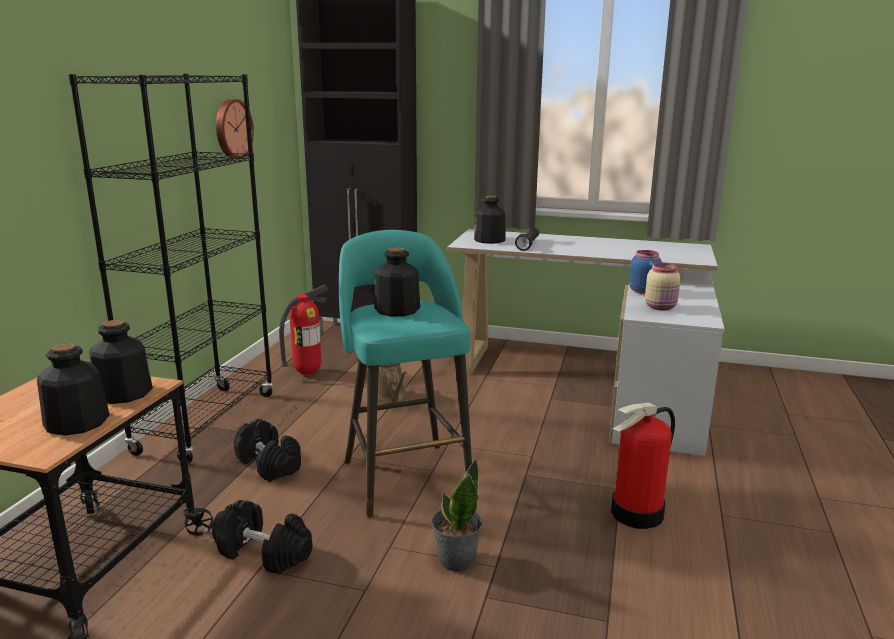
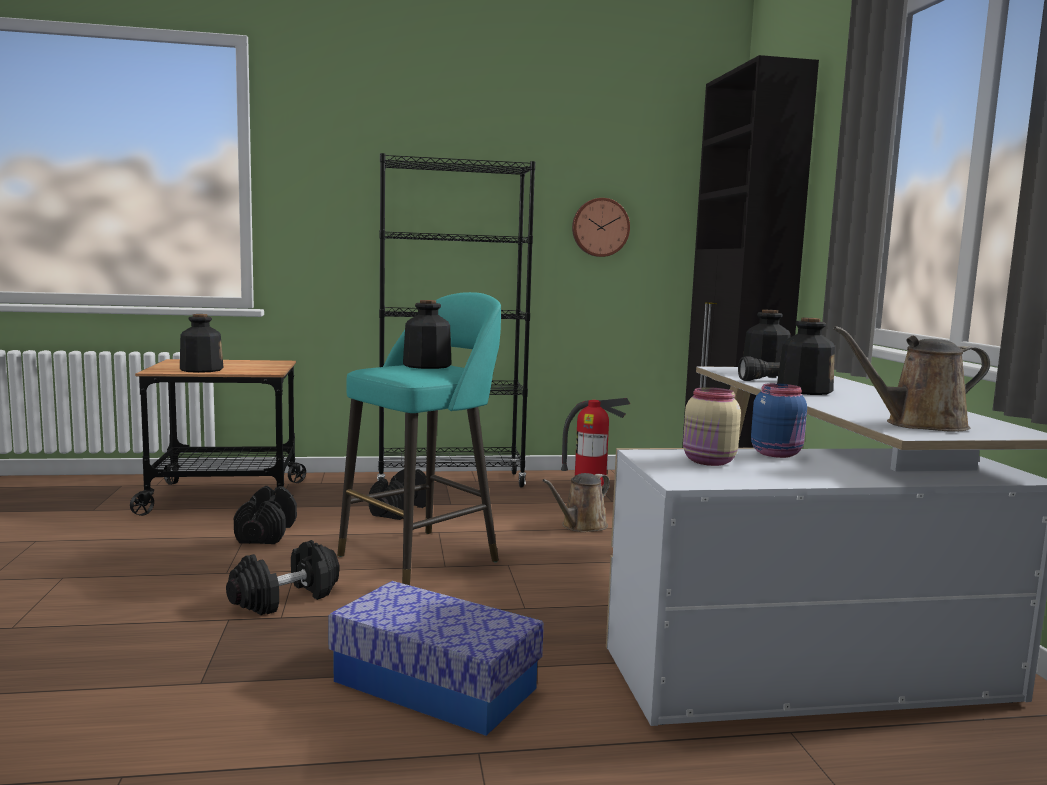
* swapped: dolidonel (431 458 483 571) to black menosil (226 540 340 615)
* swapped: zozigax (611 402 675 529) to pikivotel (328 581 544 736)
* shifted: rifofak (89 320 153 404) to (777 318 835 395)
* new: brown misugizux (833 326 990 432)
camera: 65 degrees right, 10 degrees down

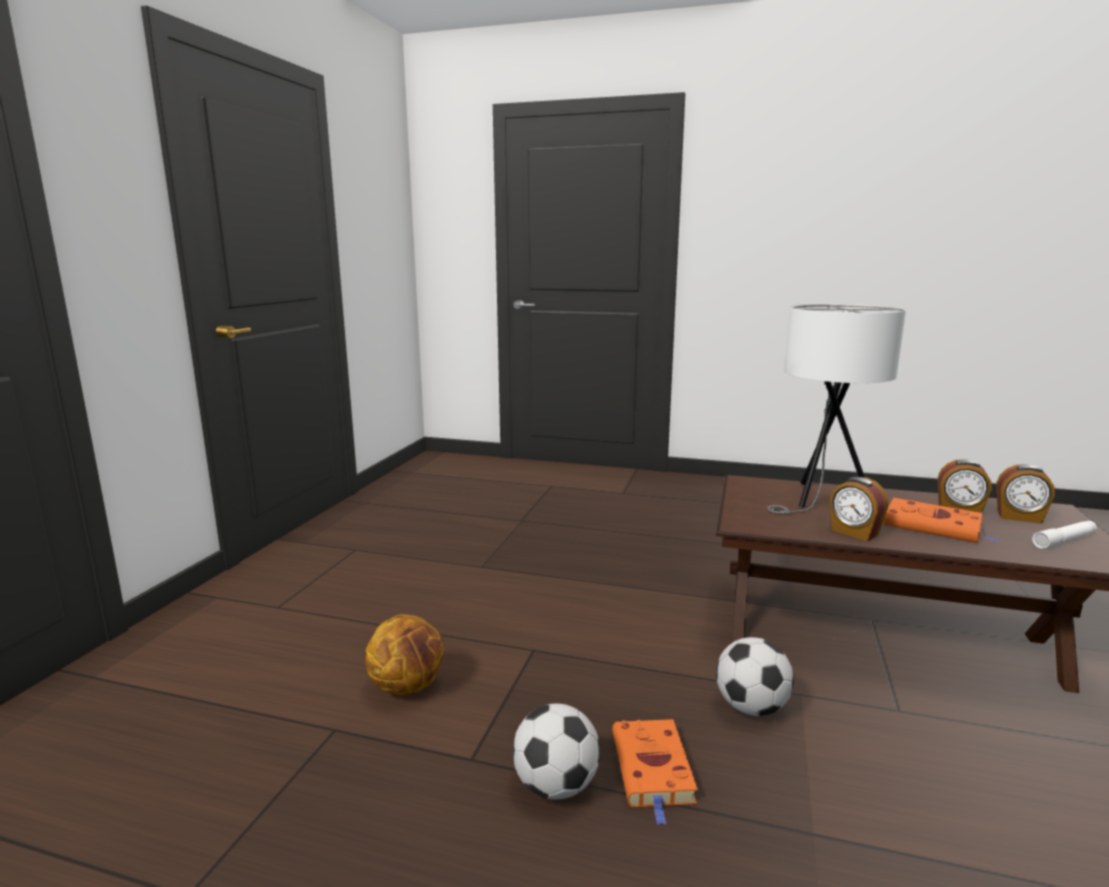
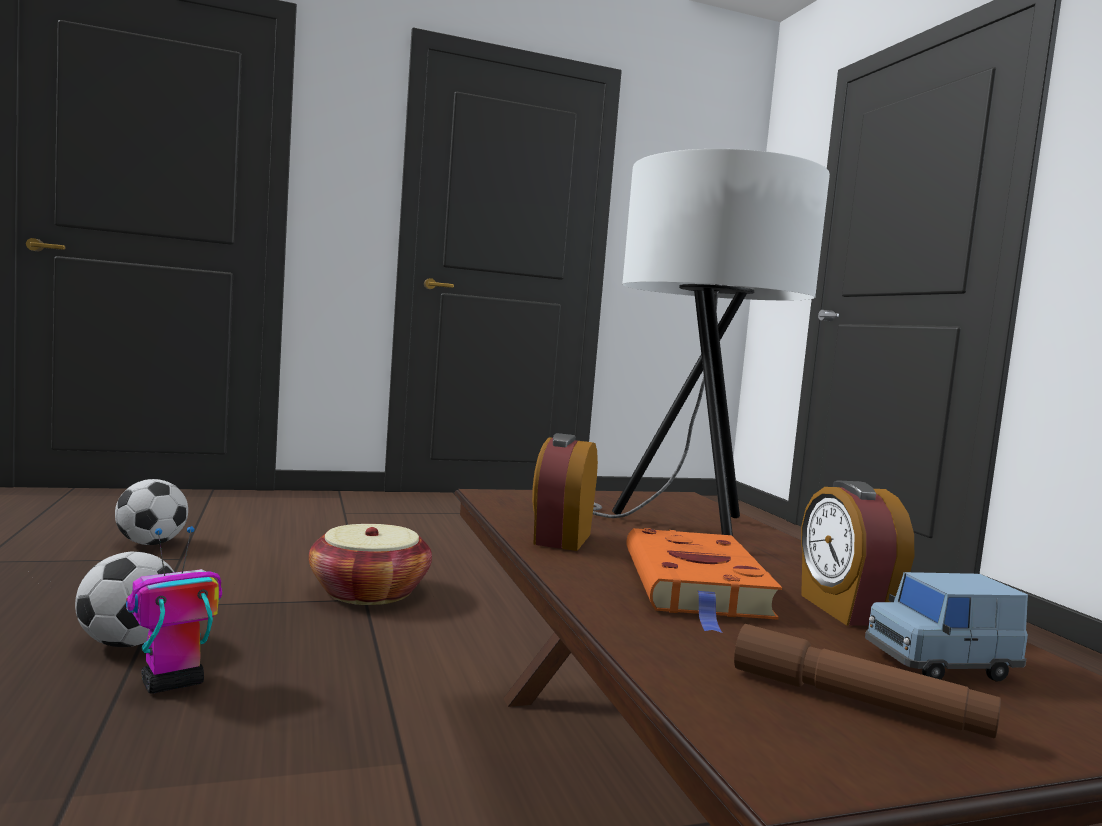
* shifted: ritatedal (716 637 794 716) to (115 479 188 545)
* swapped: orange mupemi (612 719 698 825) to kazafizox (126 526 222 694)
* new: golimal (309 524 432 605)
* repainted: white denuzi (1032 521 1097 549) to brown denuzi (734 624 1001 738)
* swapped: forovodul (997 464 1055 524) to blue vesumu (865 572 1028 681)
* gone: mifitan (364 614 444 695)
camera: 55 degrees right, 10 degrees down

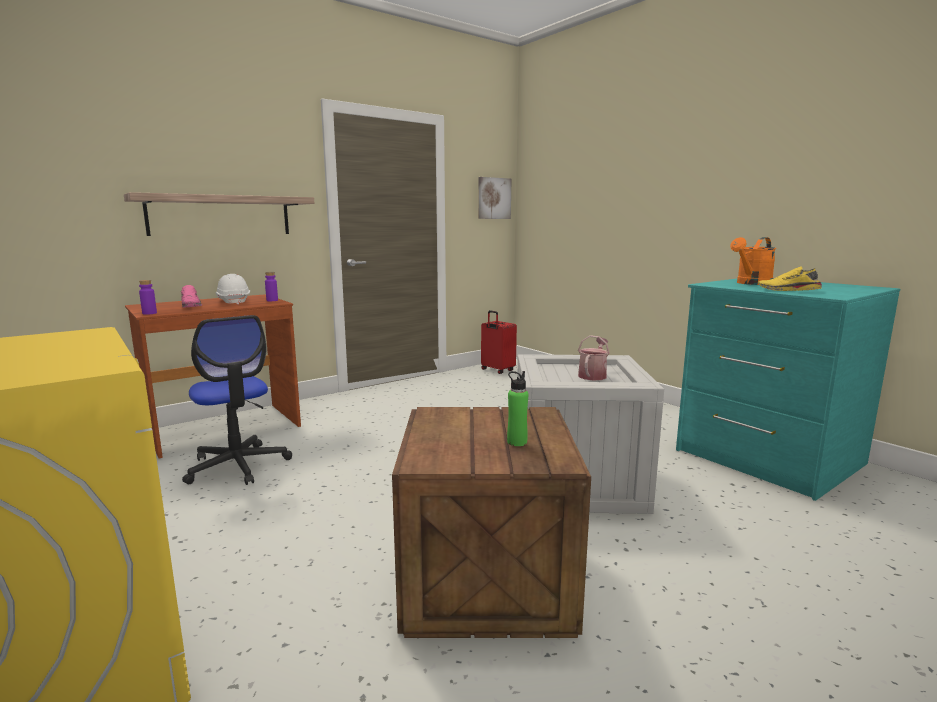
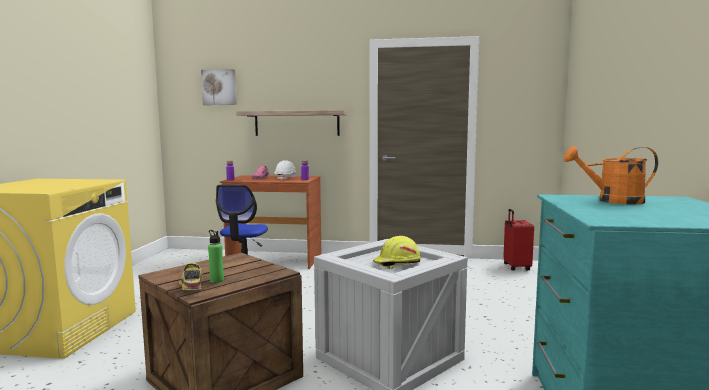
* shifted: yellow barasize (758 266 822 291) to (179 263 203 290)
* shifted: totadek (478 177 511 219) to (201 69 237 105)
* swapped: misugizux (578 335 610 381) to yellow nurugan (373 236 421 269)
camera: 45 degrees right, 5 degrees down

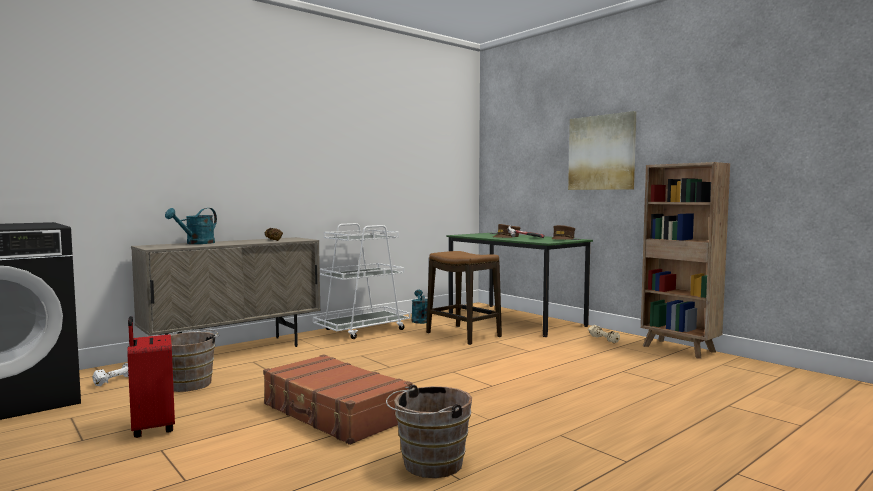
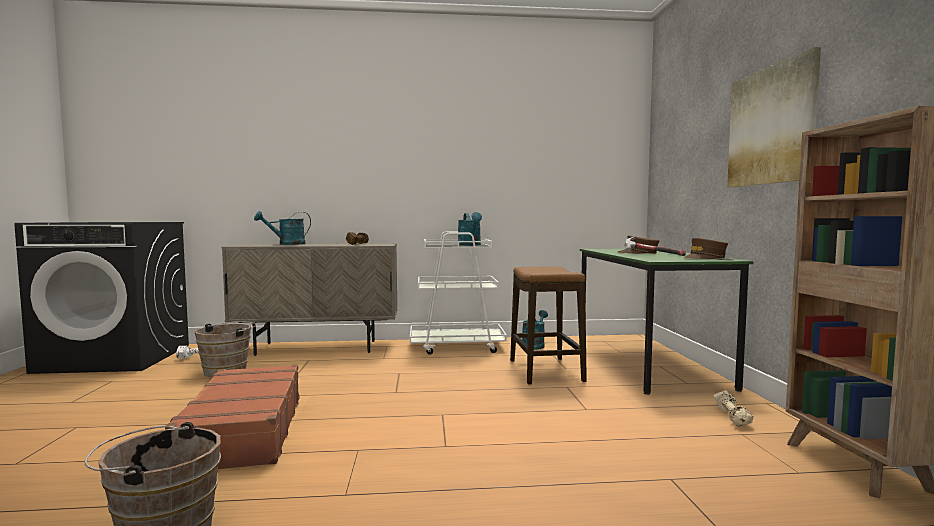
* new: turquoise misugizux (458 212 482 246)
* gone: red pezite (127 316 175 438)
camera: 35 degrees right, 0 degrees up

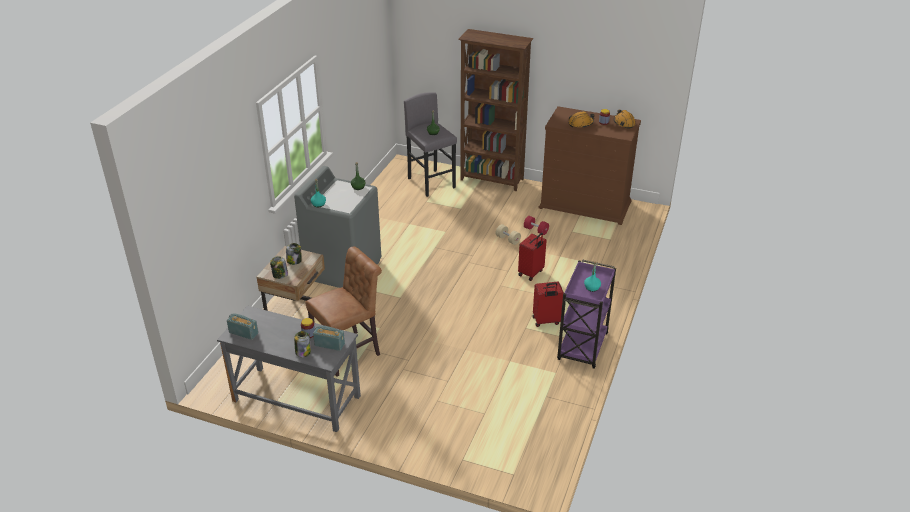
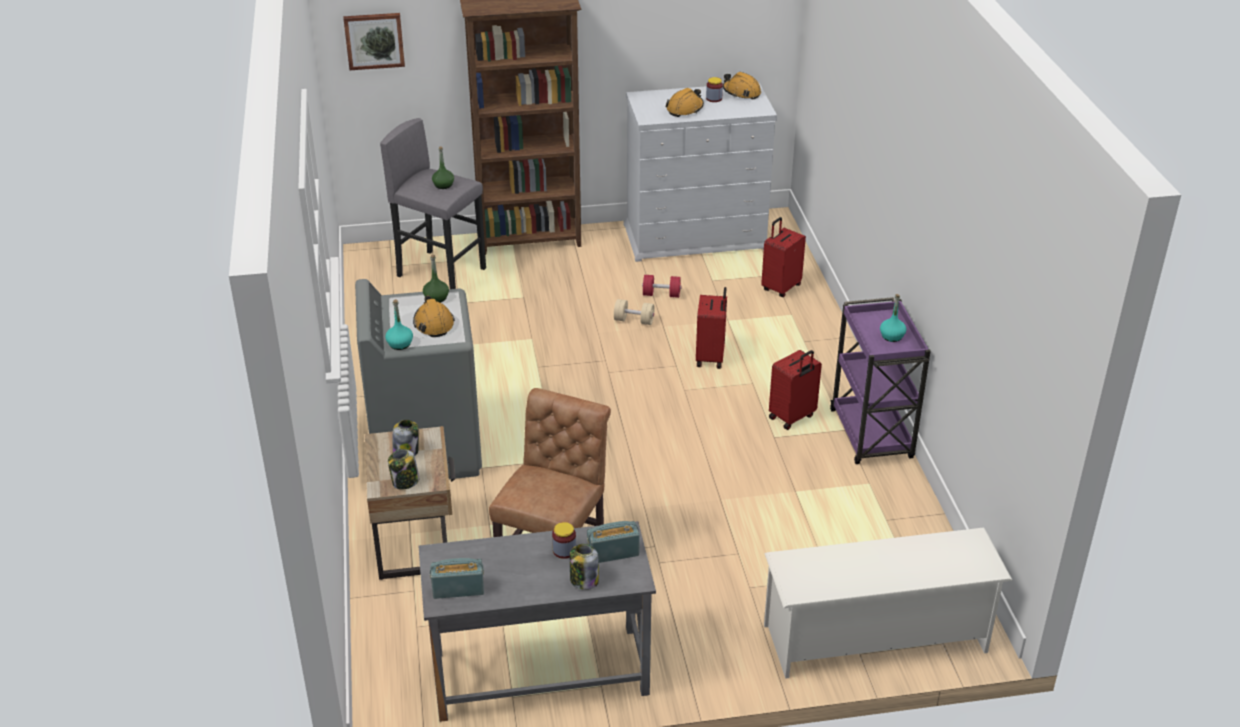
* new: totadek (343 13 405 70)
* new: orange nurugan (413 296 455 337)
* repainted: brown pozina (538 106 641 225) to white pozina (623 83 777 262)
* new: red pezite (761 217 806 297)
* new: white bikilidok (764 528 1013 679)
camera: 30 degrees left, 0 degrees up

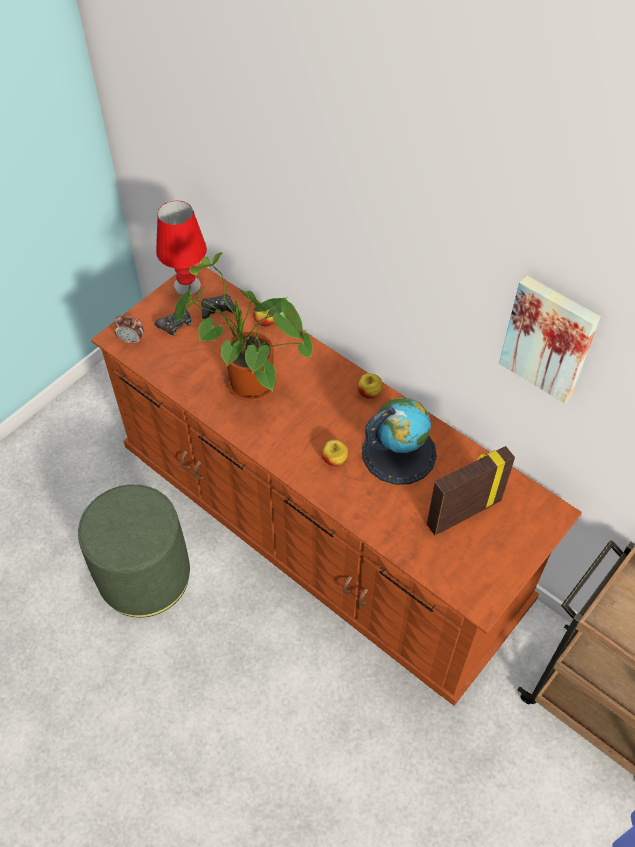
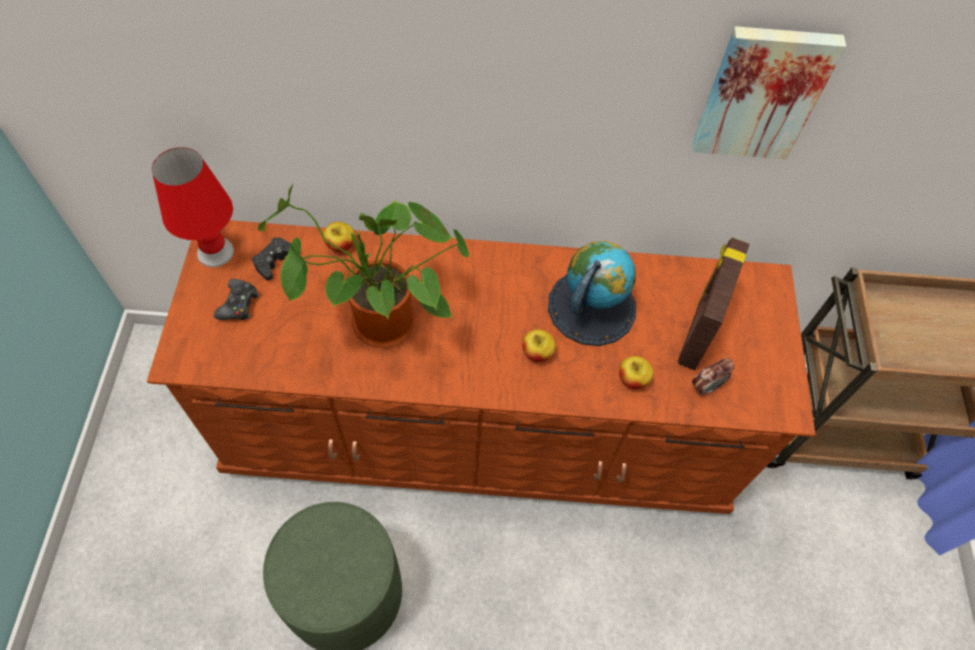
* shifted: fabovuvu (357 373 383 399) to (619 356 653 389)
* shifted: forovodul (114 315 144 344) to (692 358 734 396)
camera: 40 degrees left, 5 degrees up

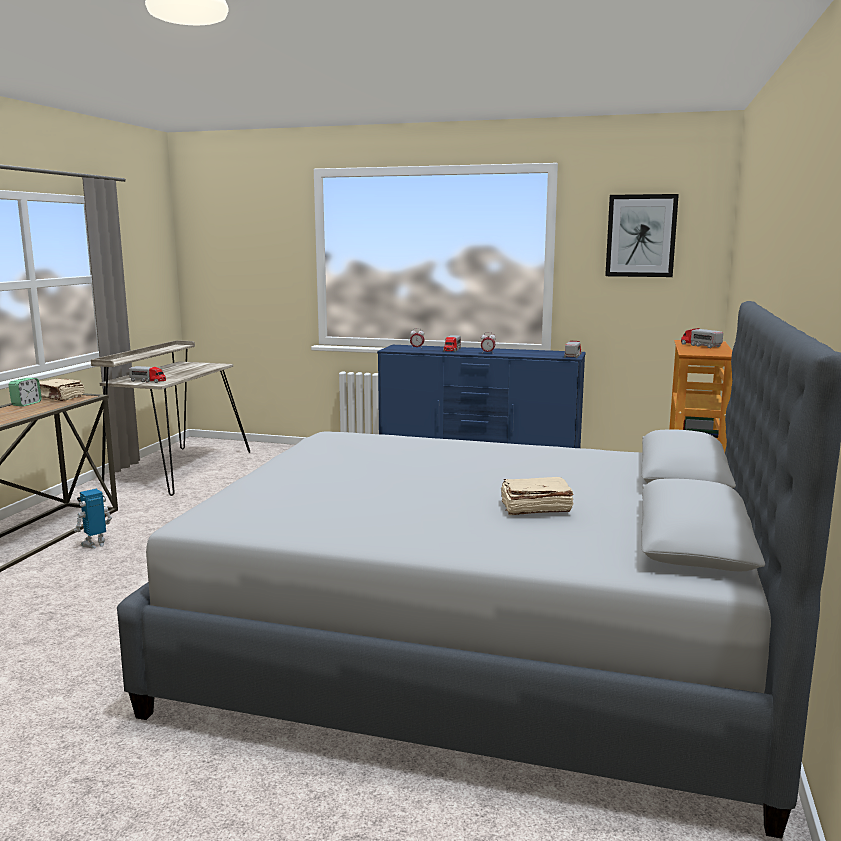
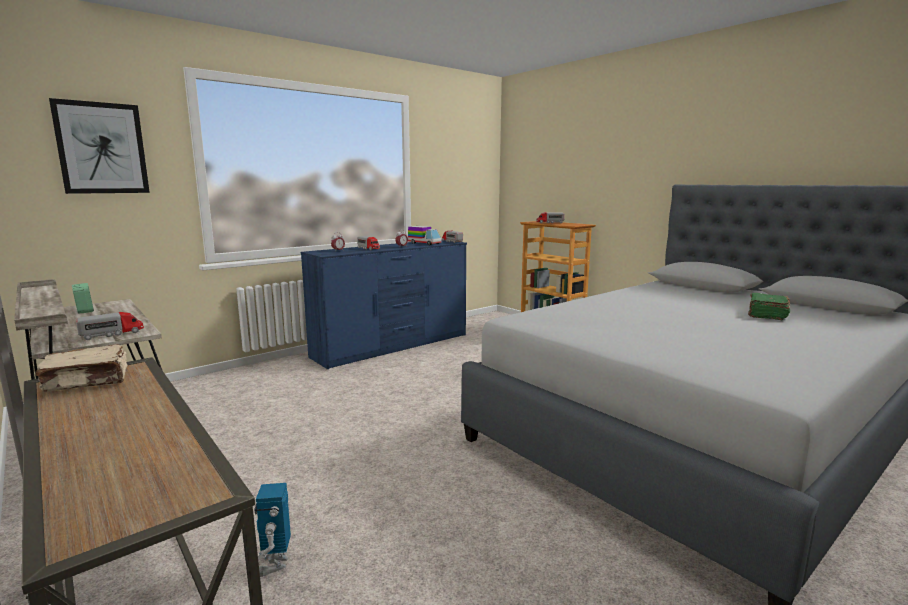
* shifted: totadek (605 194 679 277) to (49 98 150 194)
* shifted: forovodul (9 378 42 406) to (72 283 94 314)
* new: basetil (408 226 442 245)
* repainted: beige mupemi (500 477 574 515) to green mupemi (748 293 790 320)
camera: 55 degrees left, 0 degrees up

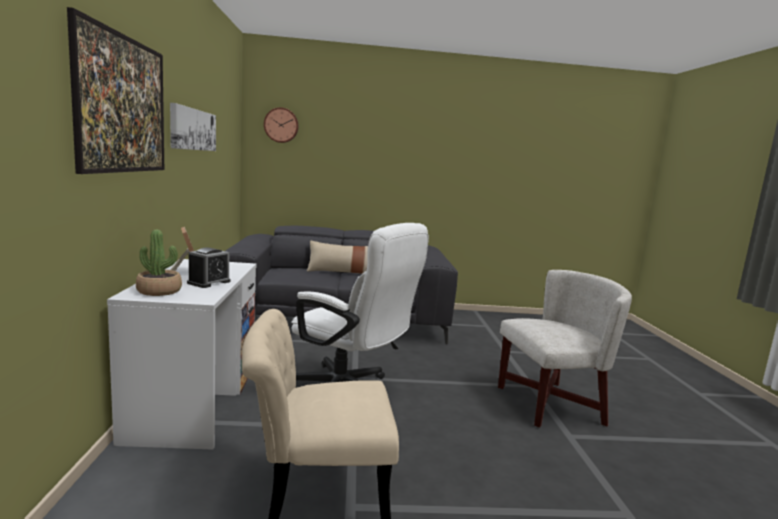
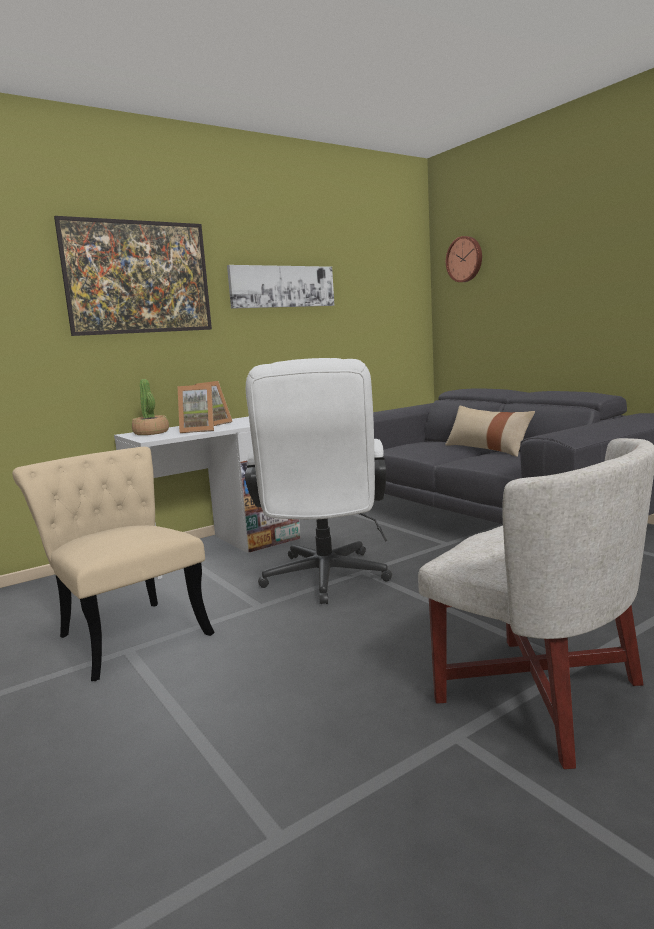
* swapped: forovodul (187 247 231 288) to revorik (177 384 214 433)
camera: 60 degrees right, 0 degrees up

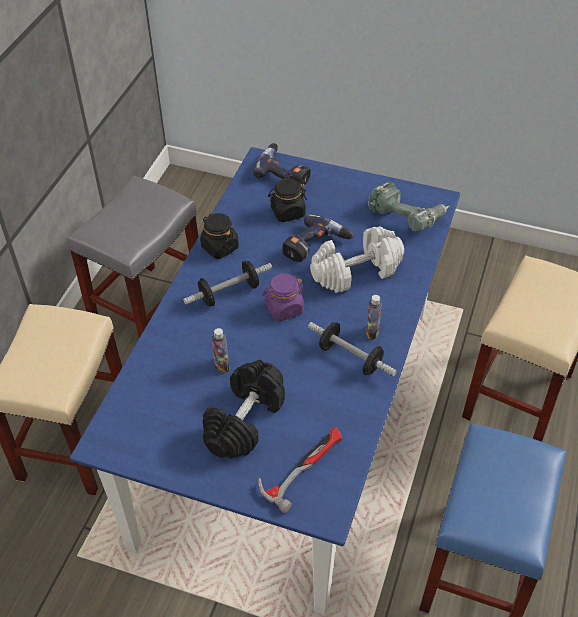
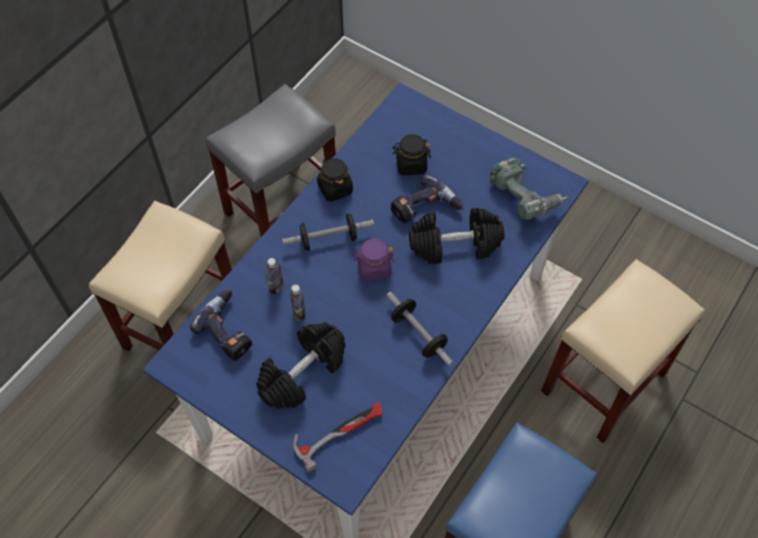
* shifted: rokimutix (253 143 311 185) to (189 289 252 361)
* shifted: rifofak (366 295 382 340) to (265 258 283 295)
* repainted: white menosil (310 227 404 293) to black menosil (409 208 504 264)
camera: 15 degrees right, 10 degrees up

